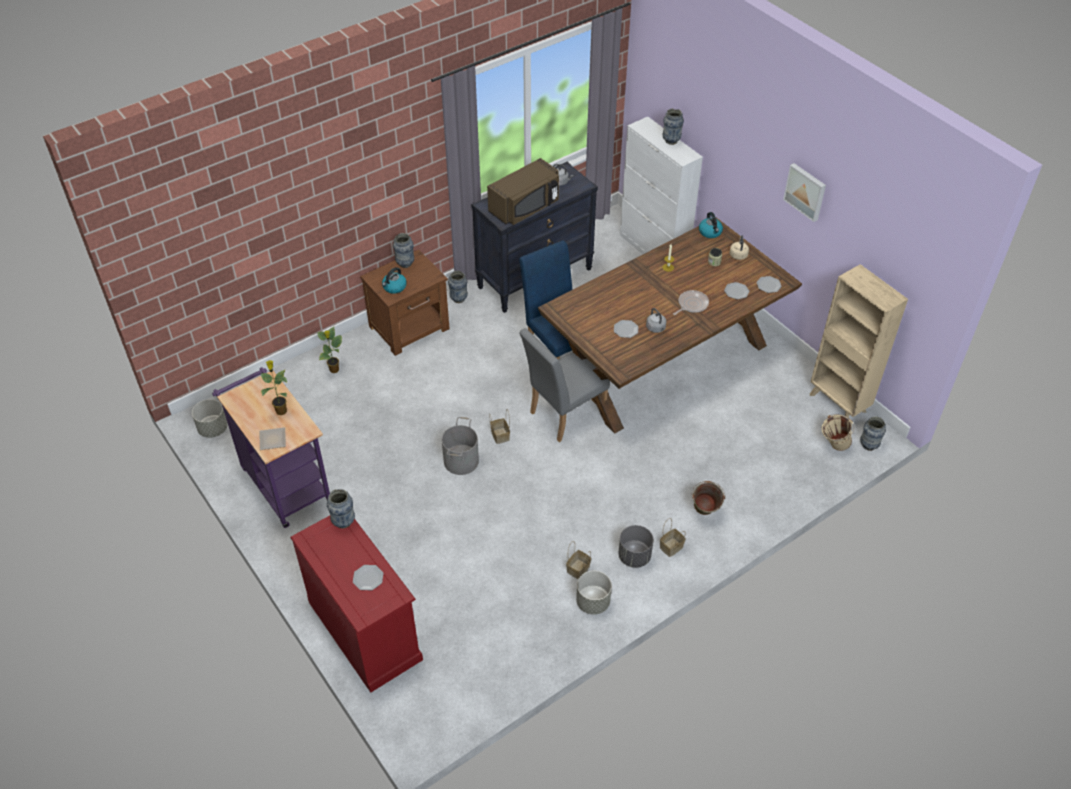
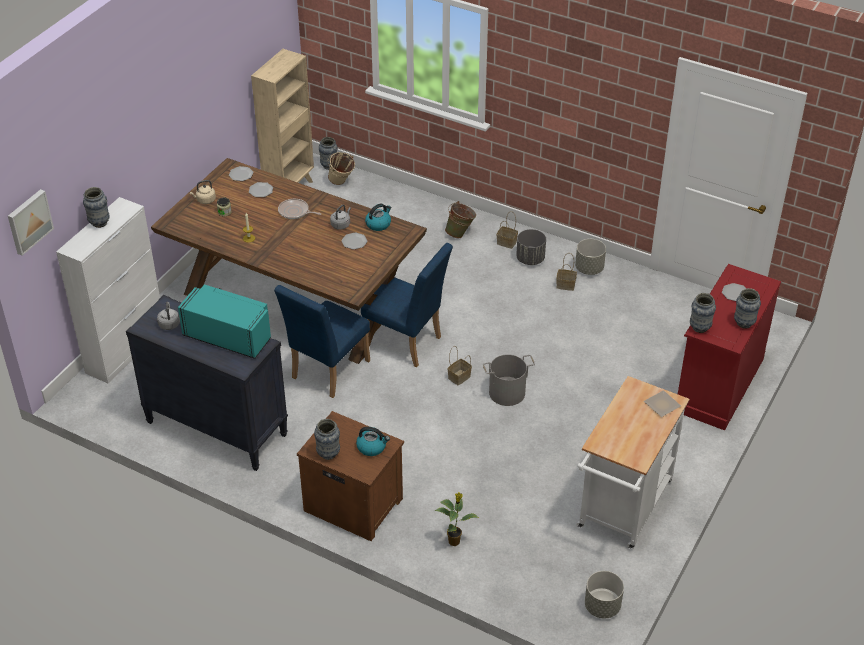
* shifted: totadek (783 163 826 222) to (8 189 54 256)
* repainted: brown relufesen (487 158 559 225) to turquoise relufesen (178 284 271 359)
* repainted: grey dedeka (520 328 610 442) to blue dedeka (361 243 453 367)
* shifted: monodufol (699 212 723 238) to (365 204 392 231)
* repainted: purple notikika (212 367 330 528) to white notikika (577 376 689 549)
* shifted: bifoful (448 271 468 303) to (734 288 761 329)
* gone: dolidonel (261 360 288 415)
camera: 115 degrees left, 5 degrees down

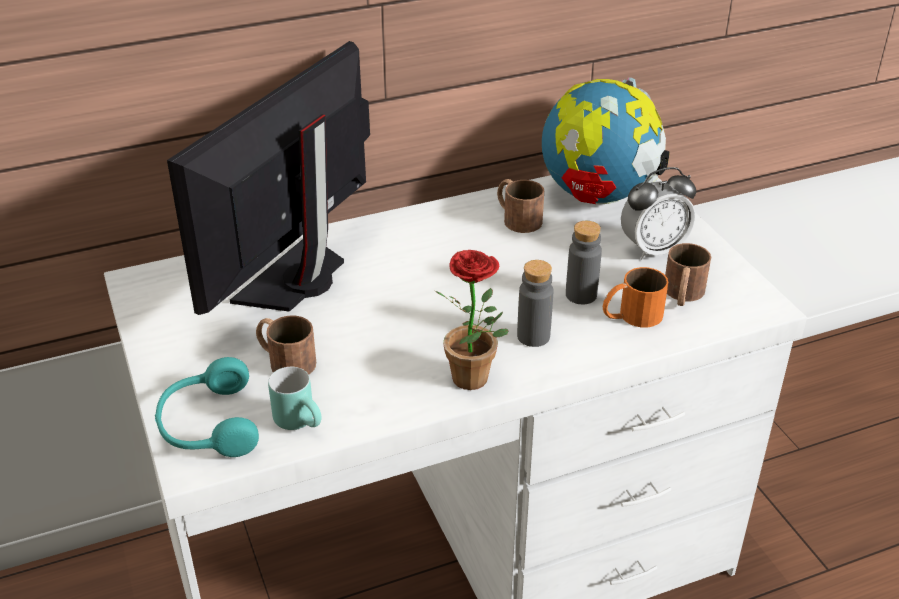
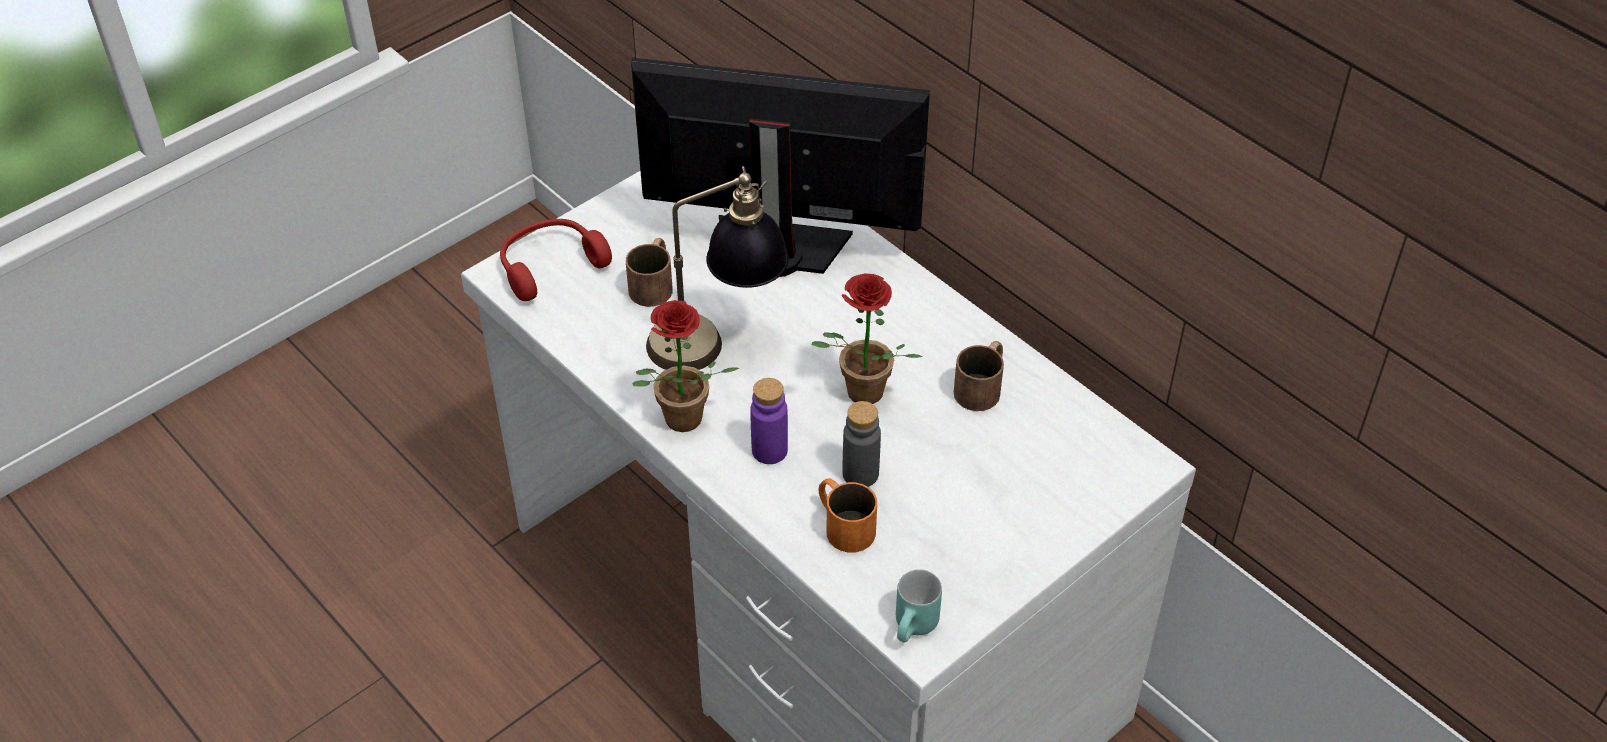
* repainted: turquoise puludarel (155 357 259 457) to red puludarel (500 219 612 301)
* new: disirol (646 166 789 370)
* repainted: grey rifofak (517 260 553 347) to purple rifofak (750 378 788 464)
* new: dolidonel (812 273 922 404)
* shifted: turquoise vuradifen (268 367 321 430) to (896 569 942 643)
* gone: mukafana (542 77 669 204)
* gone: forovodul (621 167 696 260)
* gone: brown vuradifen (665 243 711 306)
camera: 70 degrees right, 10 degrees up

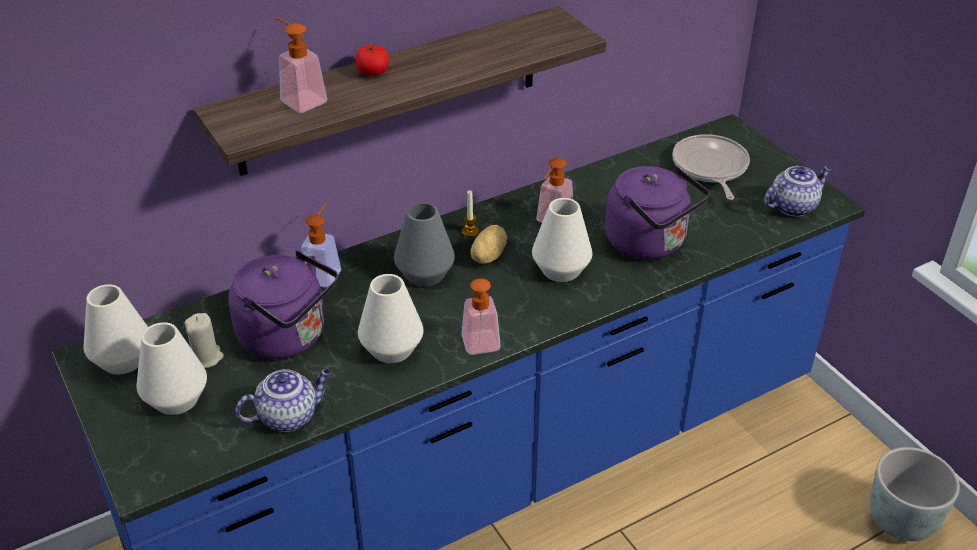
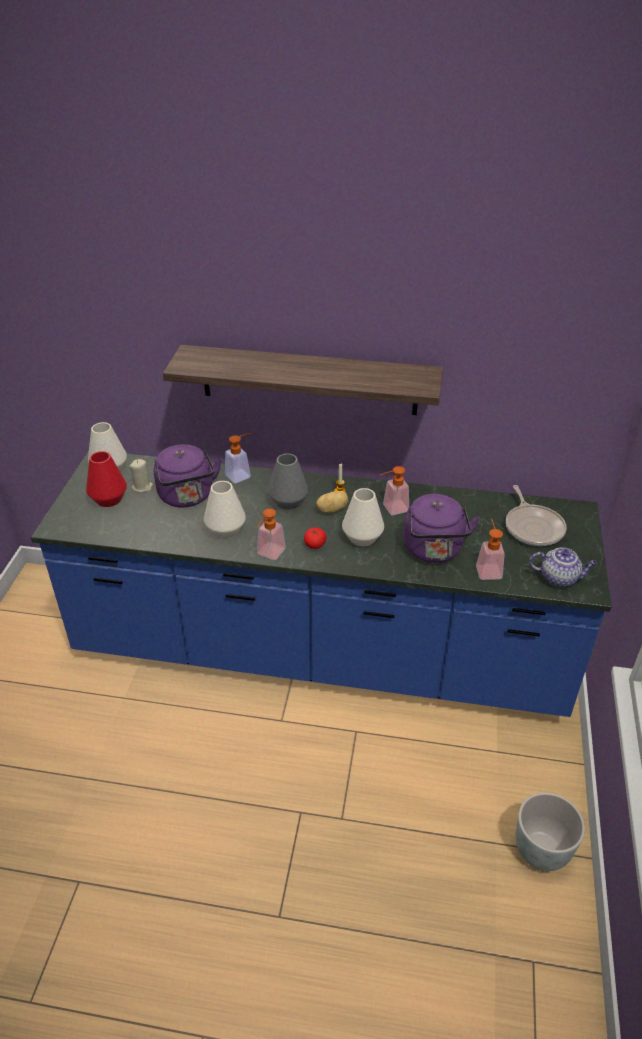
* repainted: white bifoful (136 322 207 415) to red bifoful (86 451 127 507)
* shifted: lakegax (355 45 389 76) to (304 528 326 549)
* shifted: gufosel (274 17 327 113) to (476 519 505 580)
* rotated: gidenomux (672 134 750 200) = (506 485 567 546) 135 degrees clockwise
* gone: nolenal (236 369 331 432)
camera: 40 degrees right, 0 degrees up

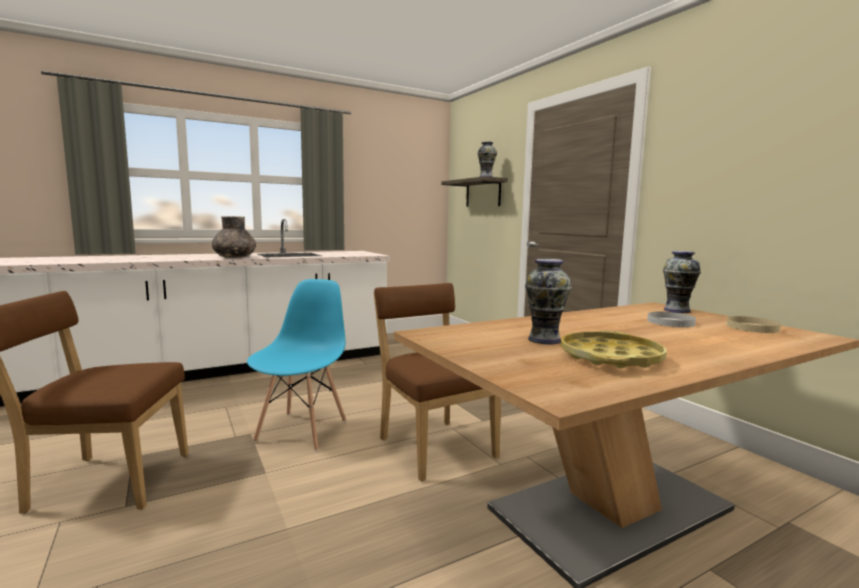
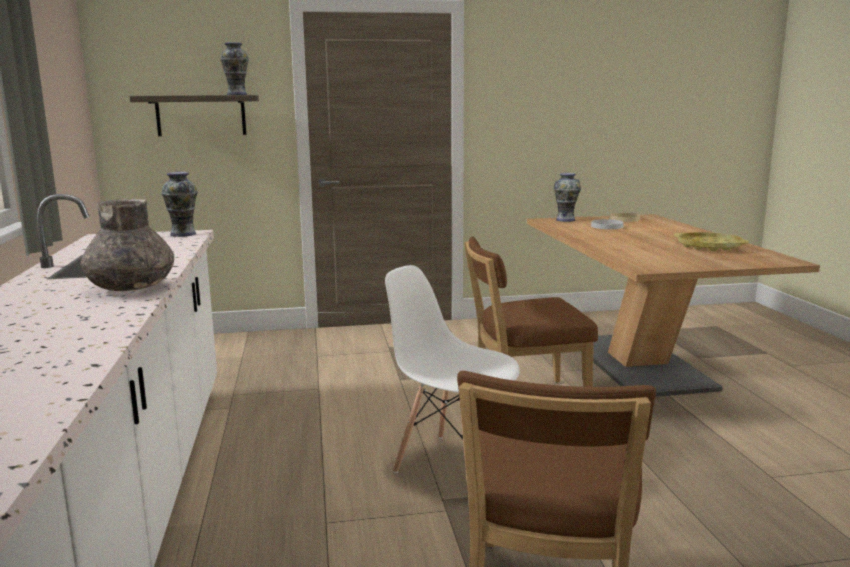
* shifted: bifoful (525 259 572 344) to (161 172 198 237)
* repainted: blue dedeka (247 279 346 451) to white dedeka (385 265 520 489)
camera: 70 degrees left, 5 degrees up

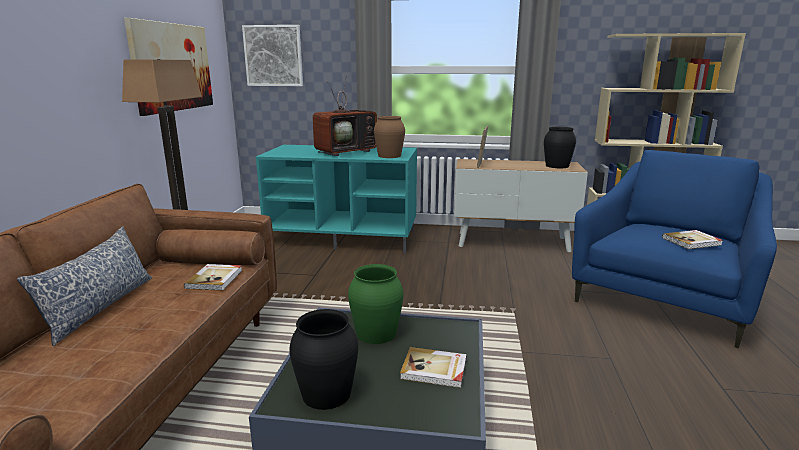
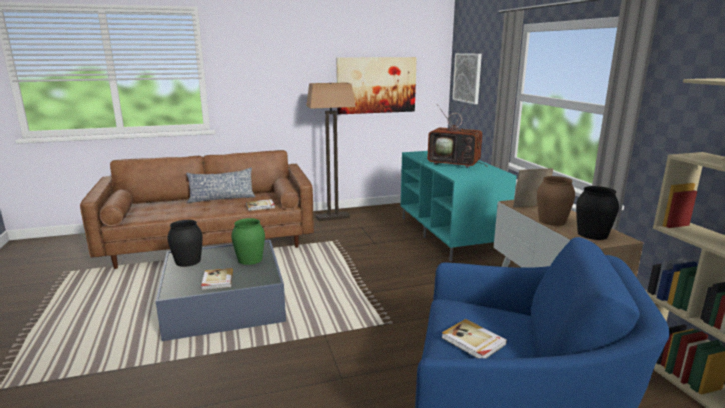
* shifted: brown bifoful (374 116 405 158) to (537 176 575 226)
camera: 65 degrees right, 0 degrees up

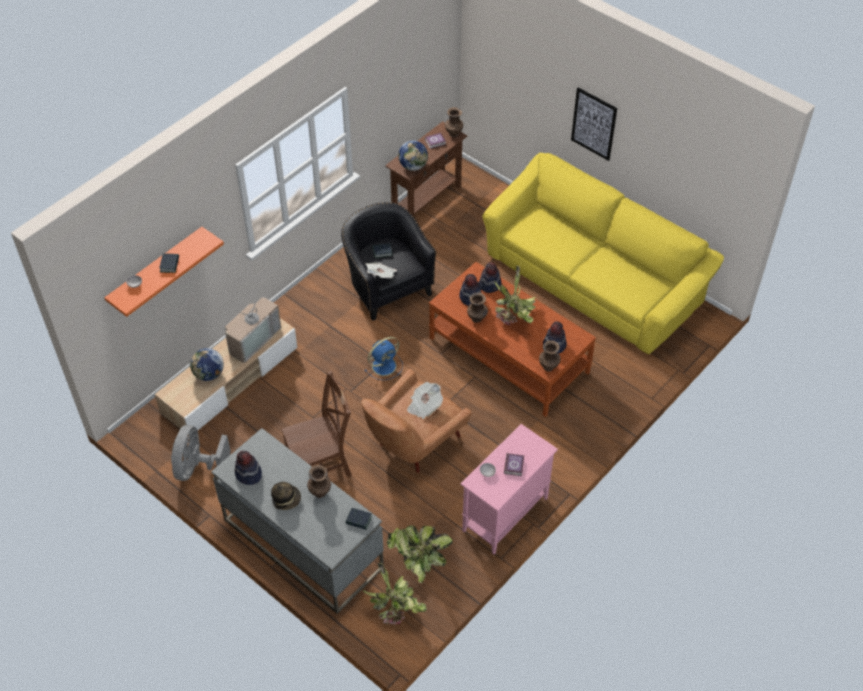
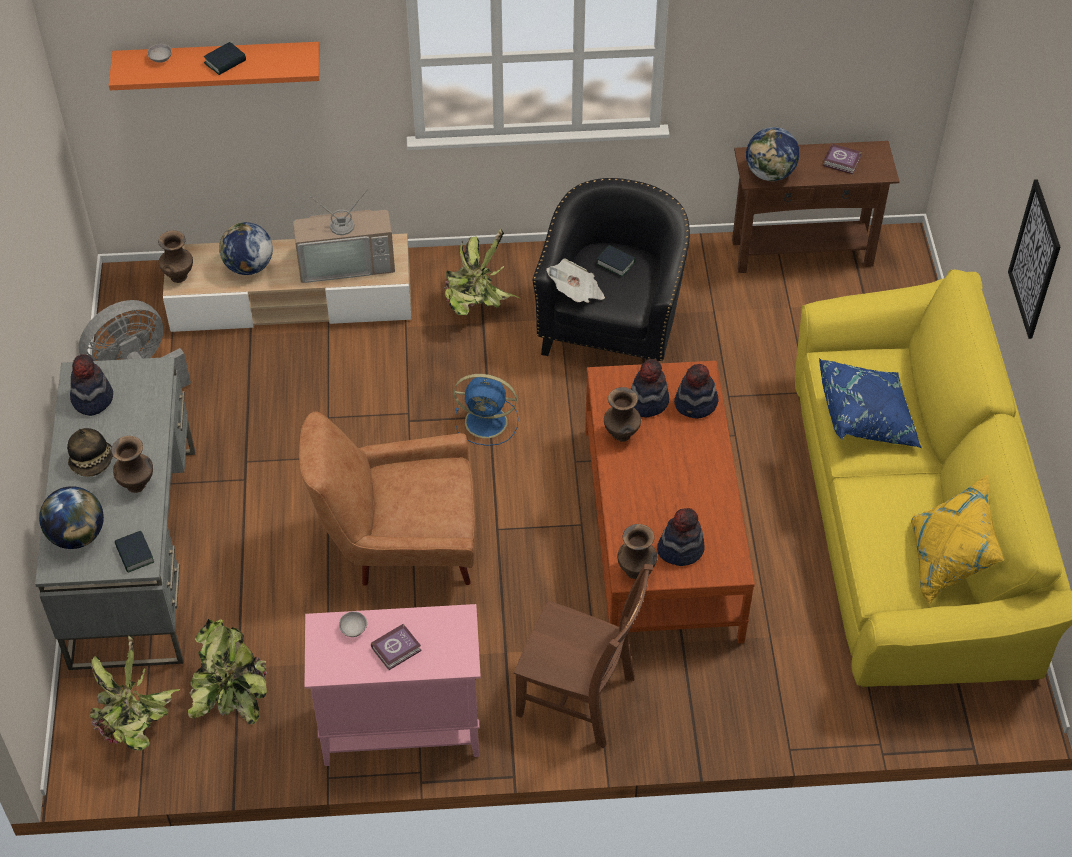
* new: mukafana (39 486 104 549)
* shifted: brown bifoful (445 107 463 137) to (158 230 193 283)
* shifted: dolidonel (494 265 537 325) to (444 229 519 316)
* shifted: brown dedeka (282 371 351 477) to (514 564 653 748)
* new: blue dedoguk (819 358 922 448)
* new: yellow dedoguk (911 475 1004 604)
* gone: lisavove (407 382 443 419)
camera: 45 degrees right, 0 degrees up

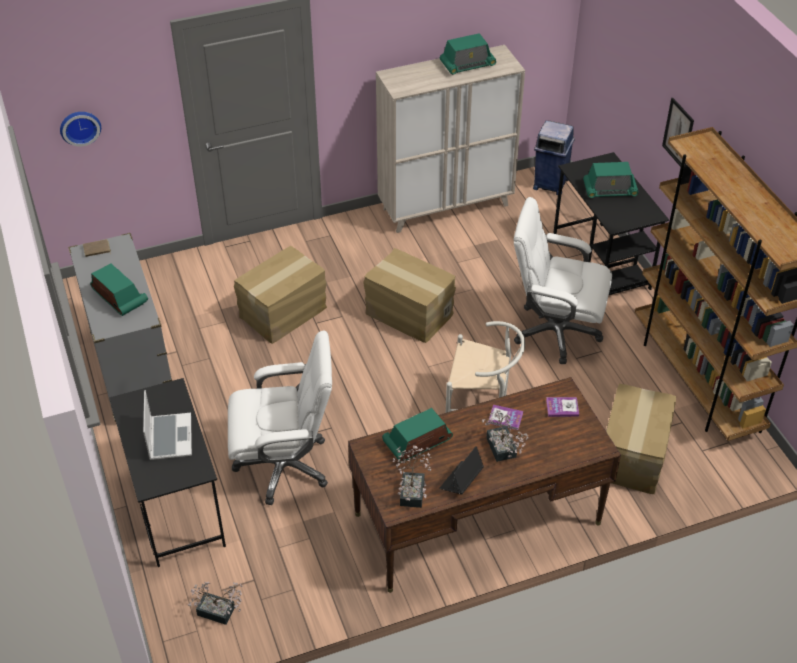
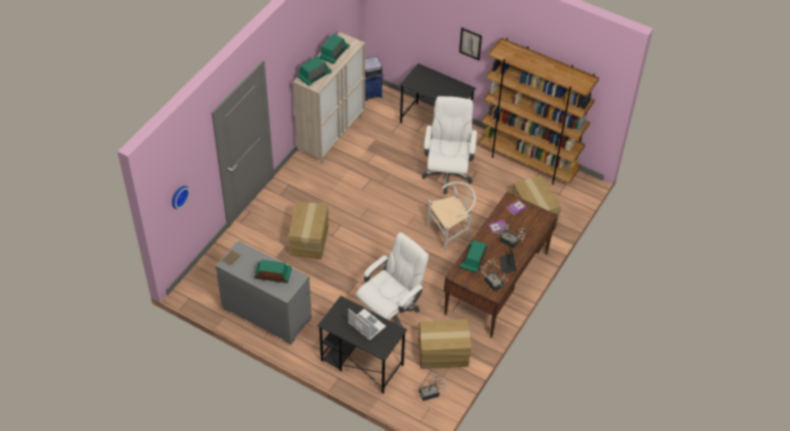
* shifted: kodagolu (583 162 639 198) to (297 56 332 86)
* shifted: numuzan (363 248 456 343) to (418 319 471 369)
* rotated: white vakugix (514 197 612 364) = (422 96 477 194) 120 degrees clockwise
camera: 40 degrees left, 5 degrees up

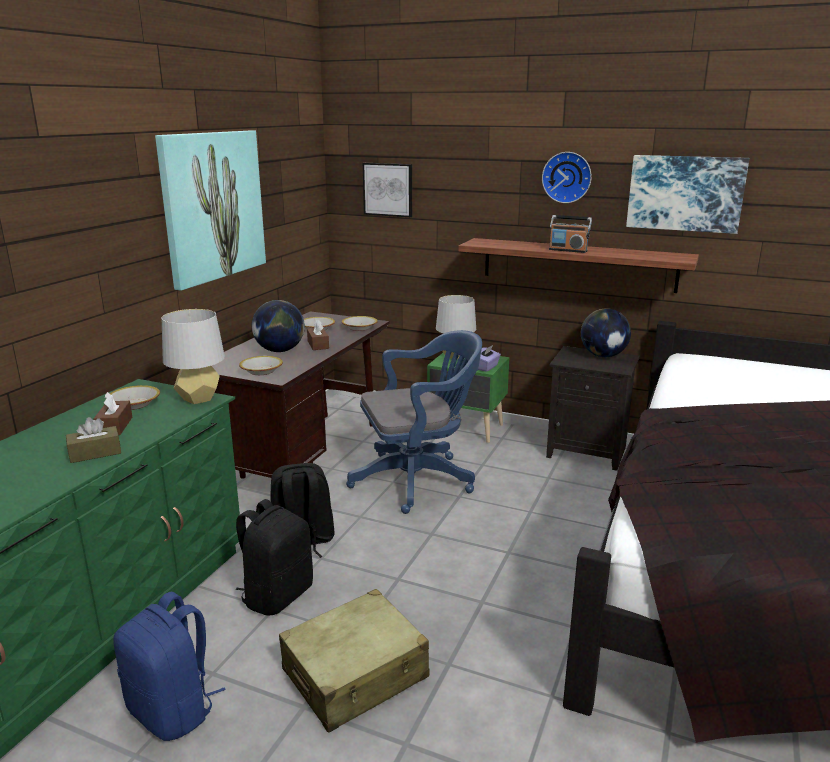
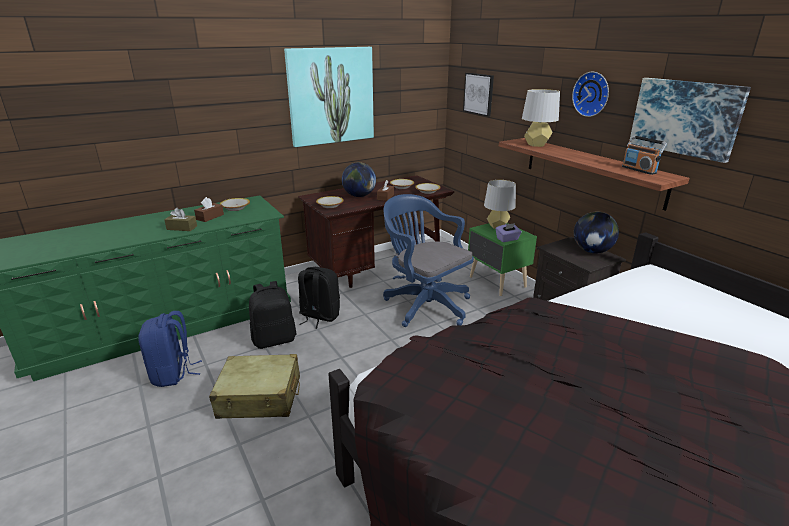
* rotated: blue vakugix (346 330 482 514) = (383 194 474 327) 150 degrees counterclockwise
* shifted: grey disirol (161 309 225 404) to (522 89 560 147)
* shifted: kodagolu (549 215 592 253) to (622 135 667 175)
camera: 35 degrees right, 5 degrees up

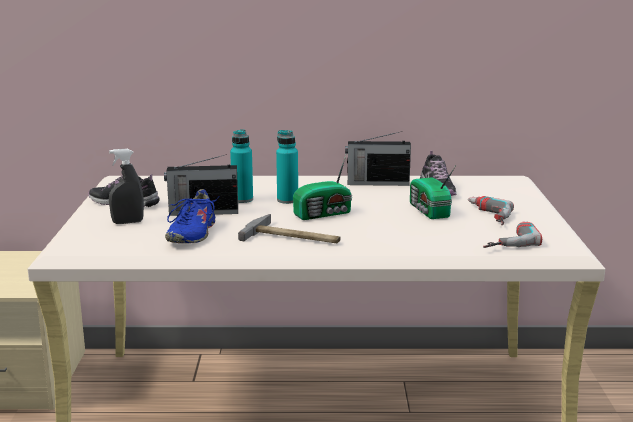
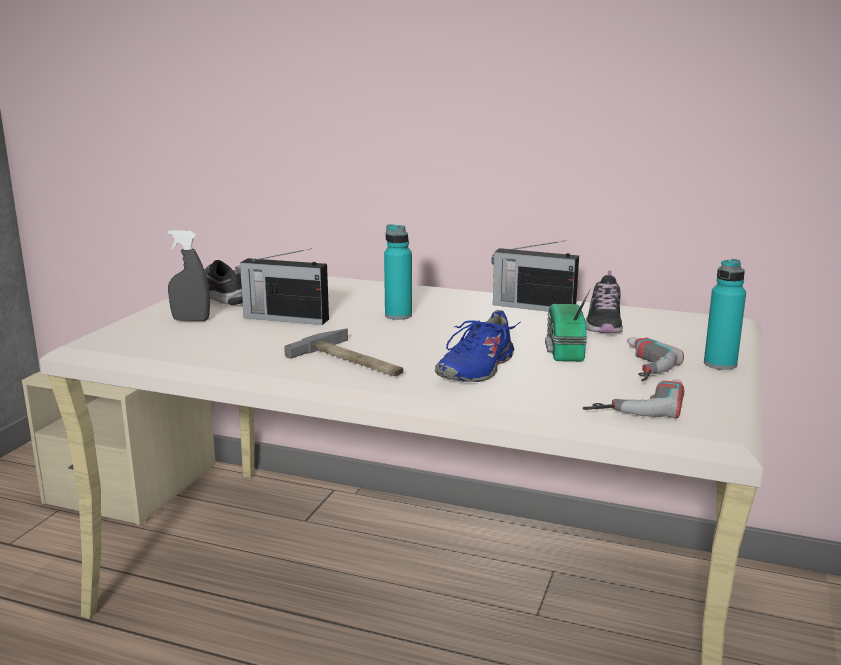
* shifted: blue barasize (165 189 219 243) to (435 310 520 382)
* shifted: turquoise rifofak (230 129 253 203) to (704 259 746 370)
* gone: kodagolu (293 155 352 220)
camera: 20 degrees right, 0 degrees up

